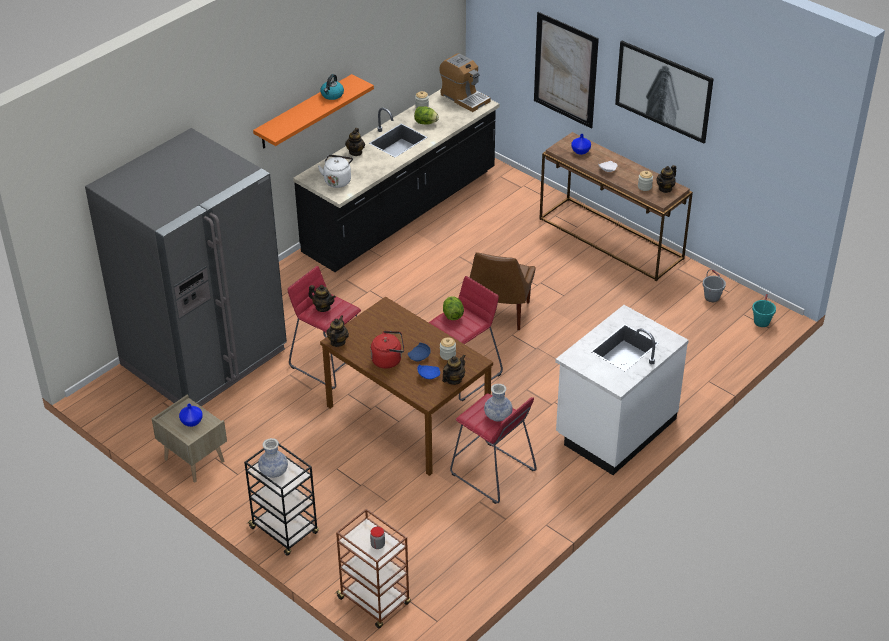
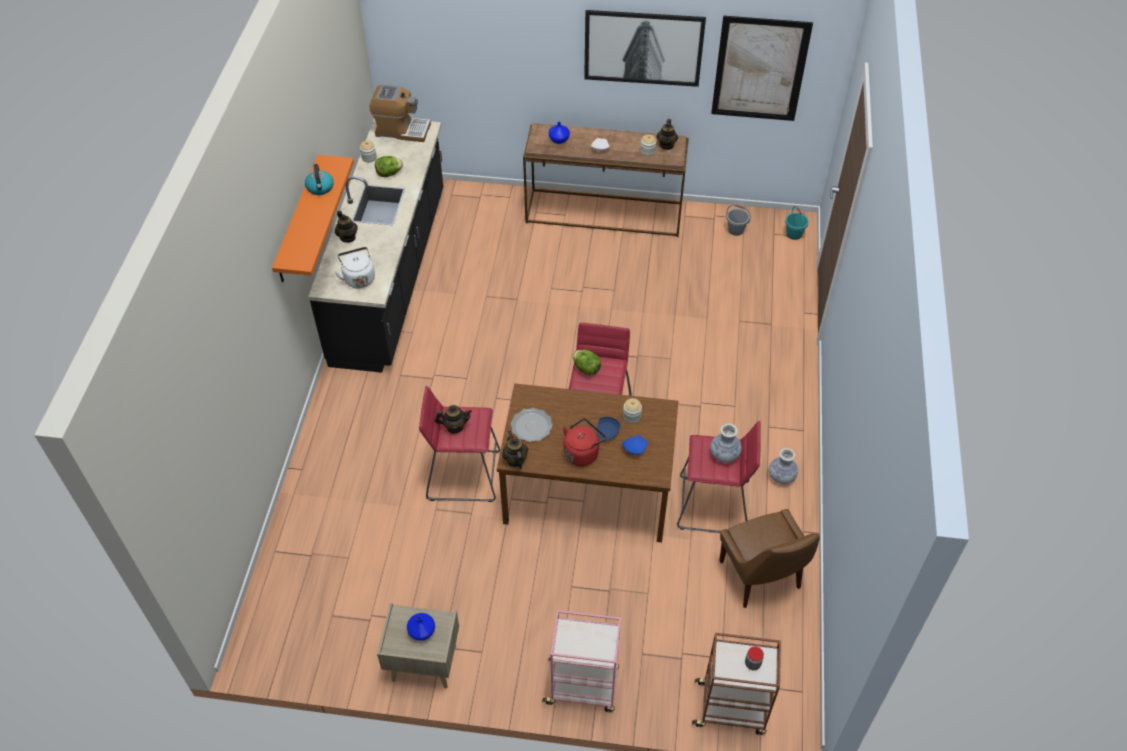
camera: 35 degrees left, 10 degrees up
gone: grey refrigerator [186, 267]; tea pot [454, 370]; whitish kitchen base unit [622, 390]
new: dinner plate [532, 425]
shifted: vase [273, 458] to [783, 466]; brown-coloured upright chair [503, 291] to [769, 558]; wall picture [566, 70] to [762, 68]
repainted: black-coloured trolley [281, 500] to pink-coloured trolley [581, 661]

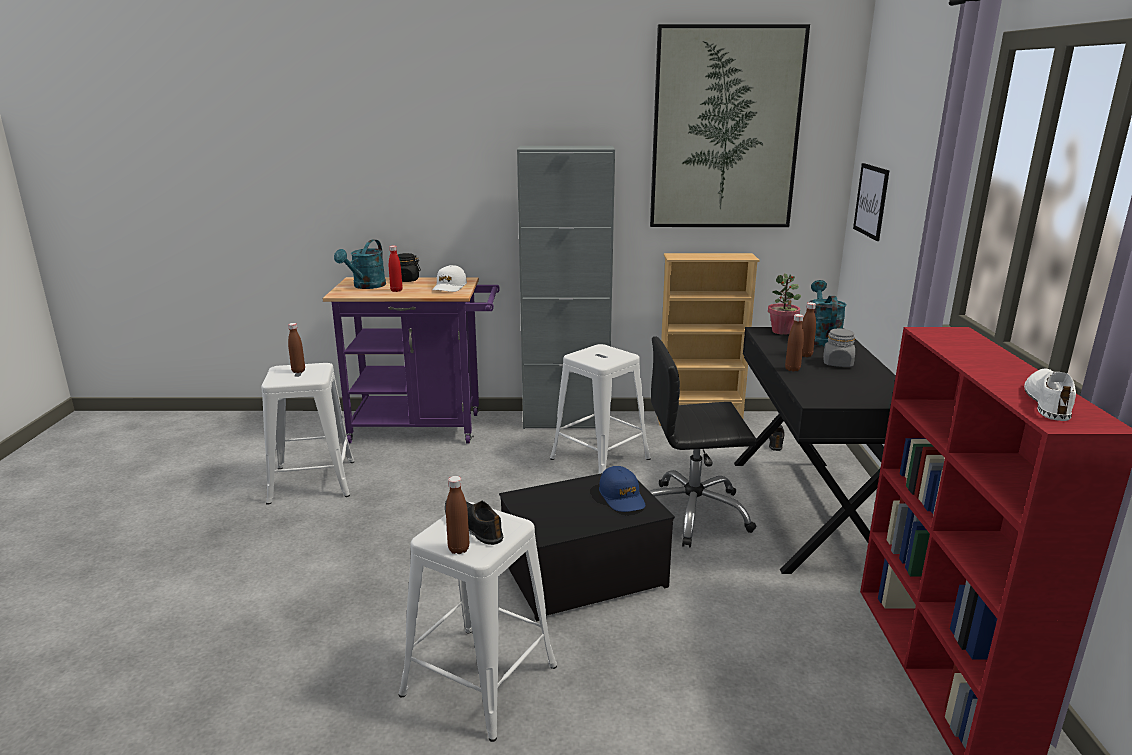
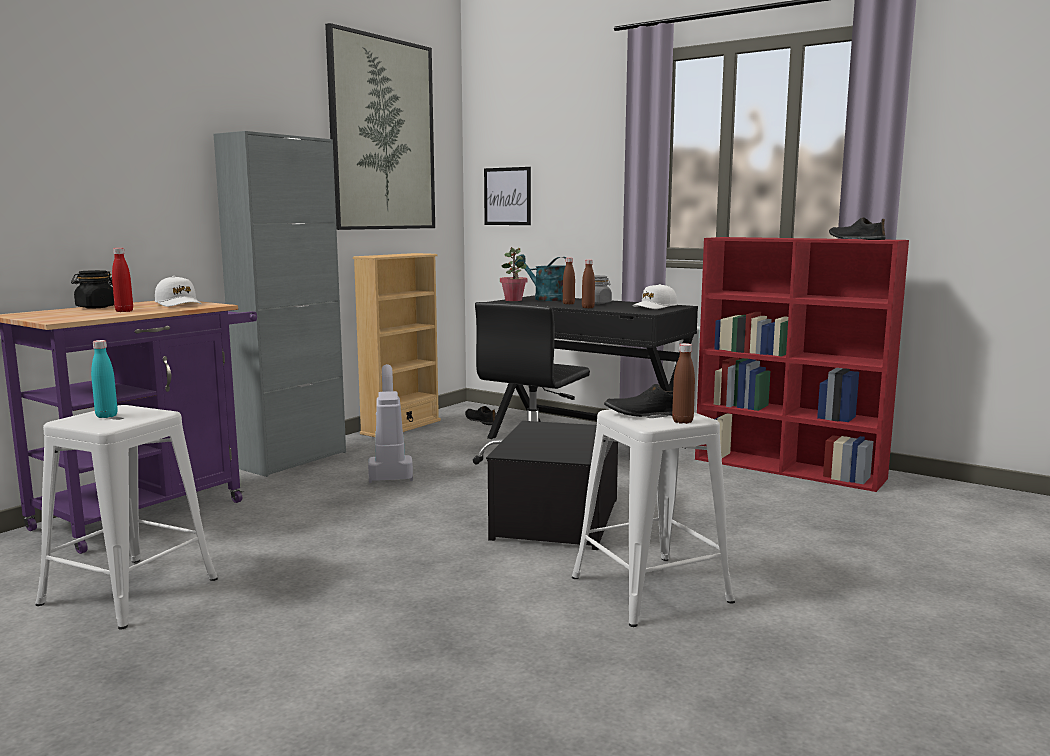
camera: 55 degrees left, 10 degrees down
gone: turquoise sprinkling can [360, 264]; blue-coloured cap [622, 489]
new: whitish cap [655, 296]
swapped: whitish stool [600, 409] to vacuum cleaner [390, 423]
repainted: brown-coloured drink bottle [296, 348] to turquoise drink bottle [104, 379]; whitish shoe [1050, 395] to black-coloured shoe [857, 228]

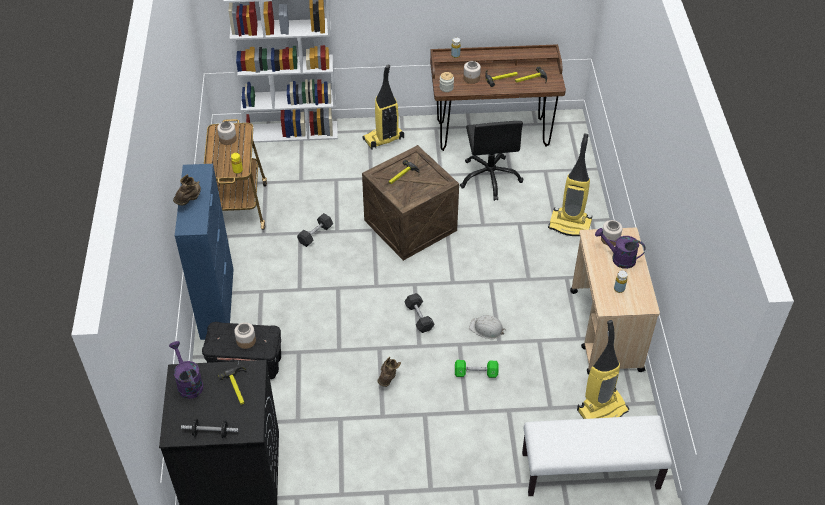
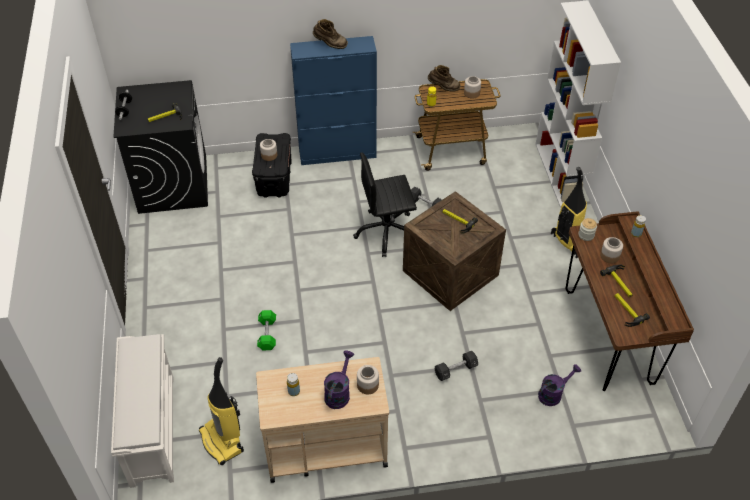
camera: 85 degrees right, 0 degrees up
gone: whitish safety helmet [487, 327]; vacuum cleaner [570, 185]
shifted: purple sprinkling can [186, 370] to [559, 385]; brown-coloured tall boot [389, 372] to [444, 78]; black-coloured dumbbell [419, 313] to [456, 366]; black-coloured desk chair [491, 161] to [385, 204]
swapped: whitish long seat [597, 456] to whitish shoe shelf [142, 411]

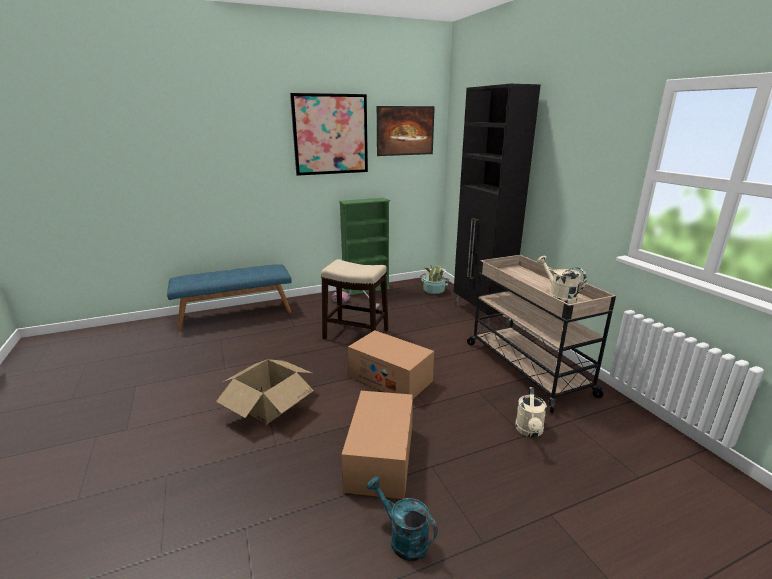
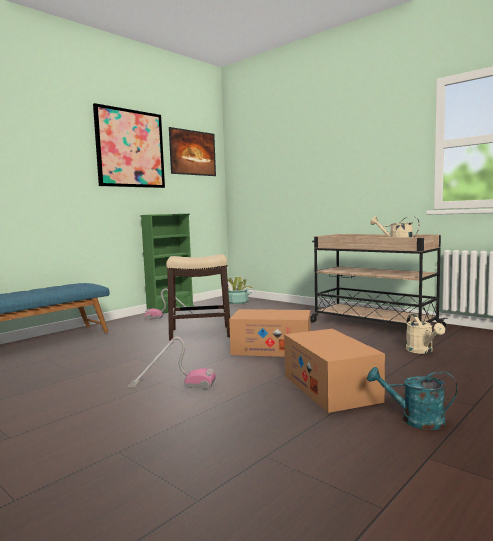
camera: 25 degrees left, 15 degrees down
gone: black-coloured storage cabinet [497, 205]
swapped: cardboard box [265, 391] to vacuum cleaner [172, 363]

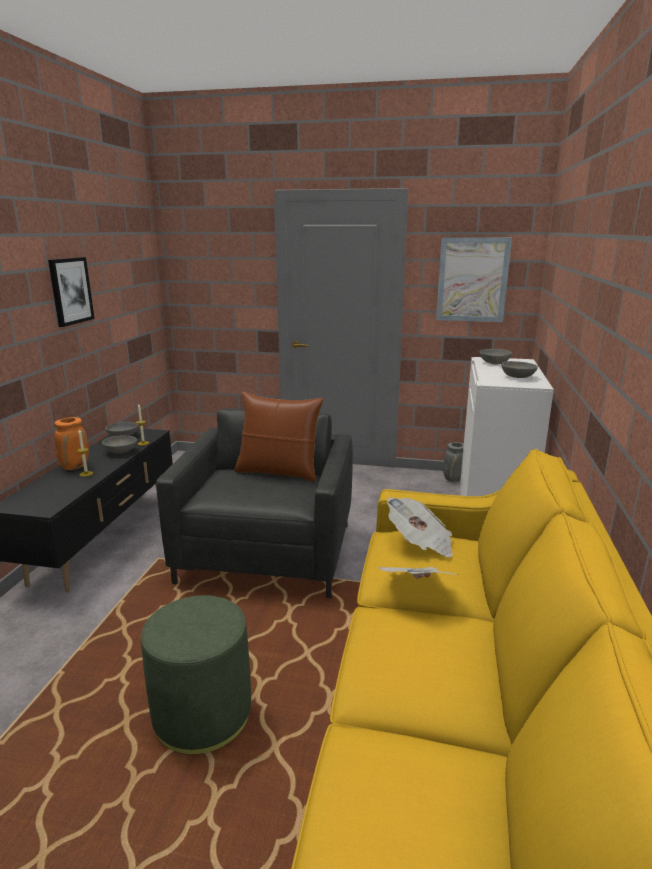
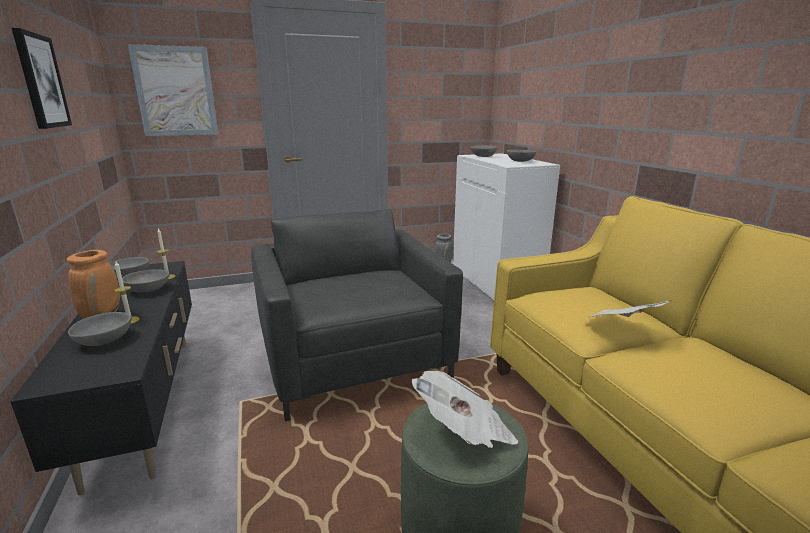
camera: 30 degrees left, 0 degrees up
gone: brown-coloured cushion [278, 437]
new: grey bowl [99, 329]
shifted: newspaper [419, 527] to [464, 409]; wall picture [474, 279] to [173, 90]

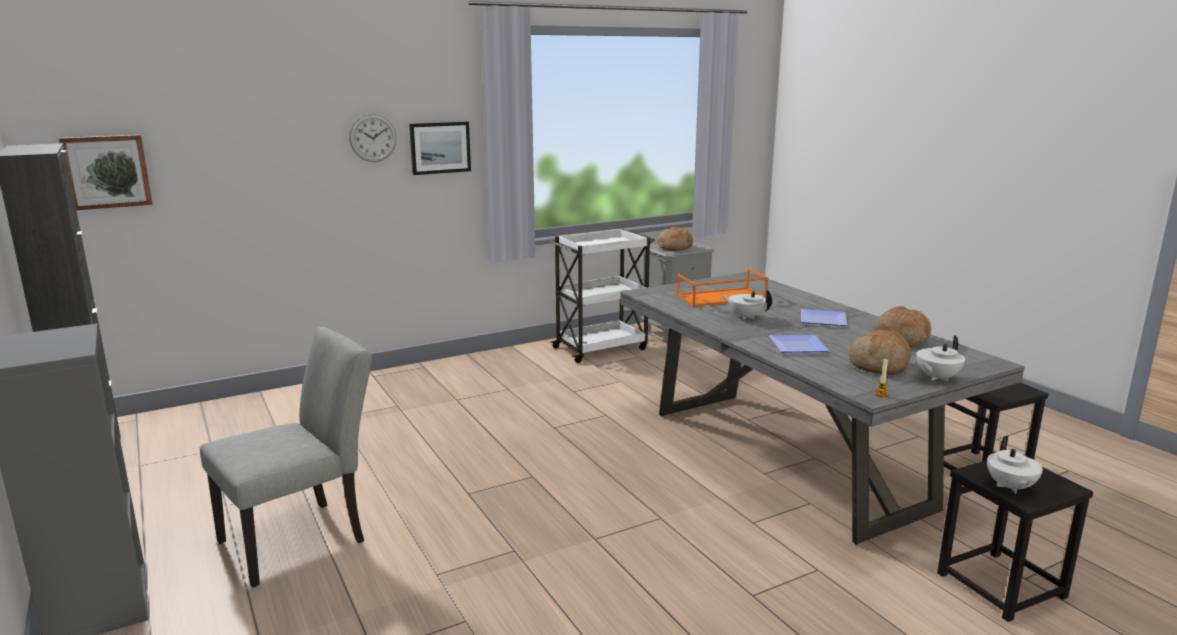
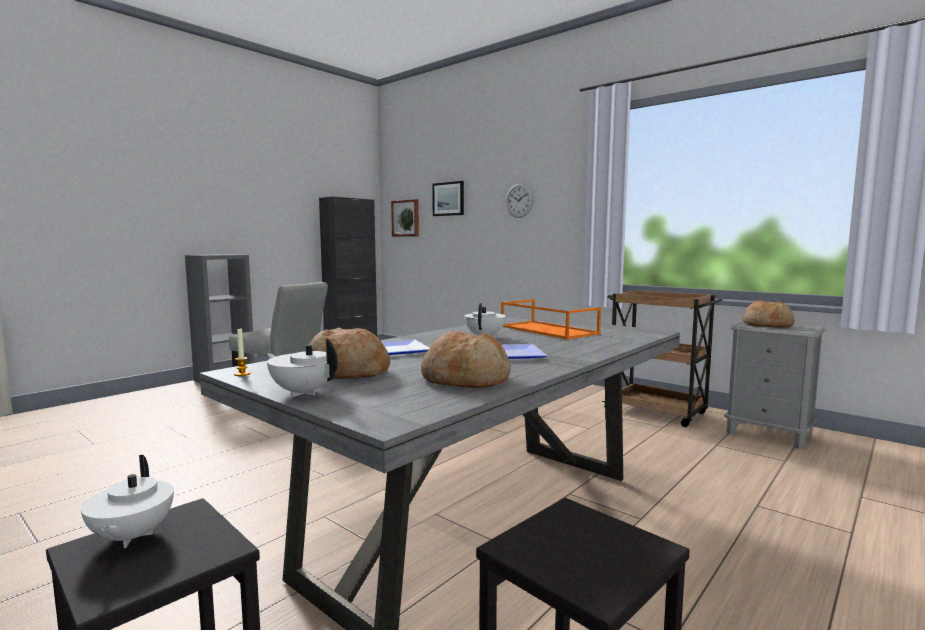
camera: 70 degrees right, 10 degrees down
shifted: wall picture [440, 148] to [448, 198]
repainted: whitish trolley [602, 296] to brown-coloured trolley [662, 358]
rotated: whitish tea pot [1015, 465] = [127, 501] 90 degrees counterclockwise

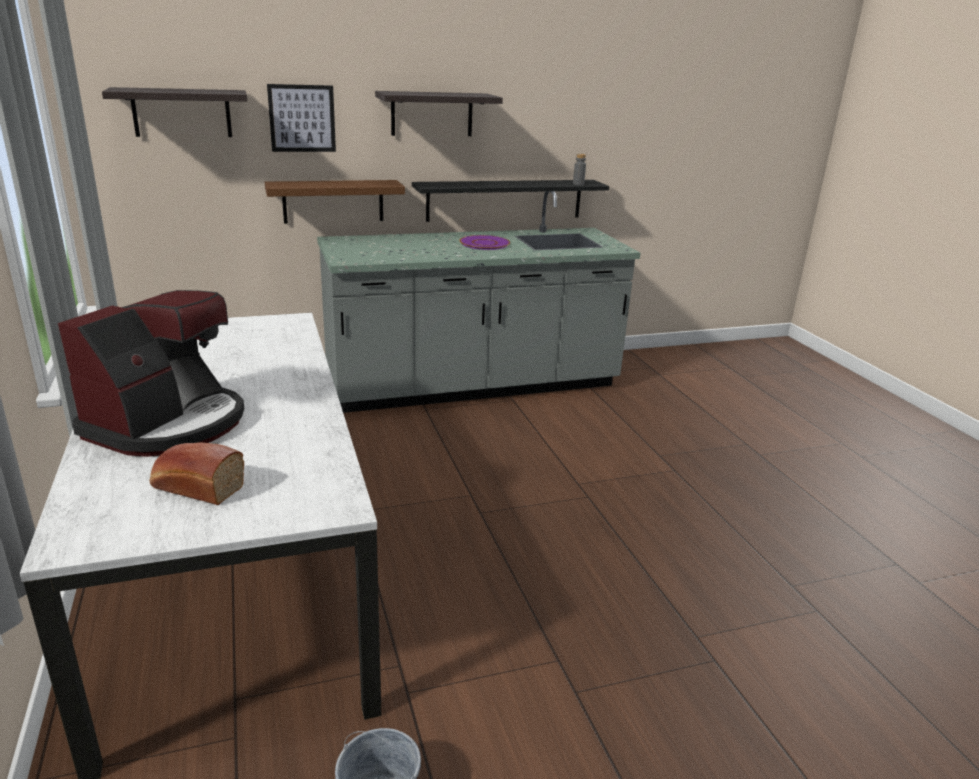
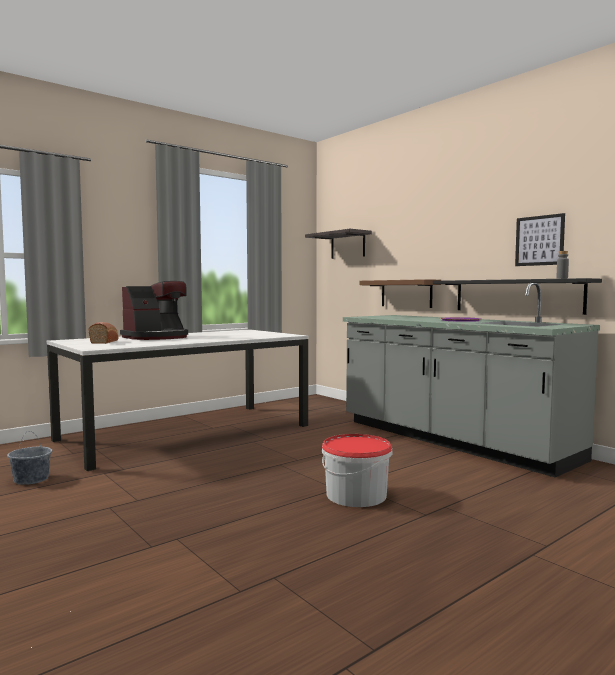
camera: 70 degrees right, 20 degrees down
gone: shelf [439, 113]
new: bucket [357, 470]
shifted: wall picture [301, 118] to [540, 239]
rotated: coffee brewer [151, 373] = [154, 310] 45 degrees counterclockwise

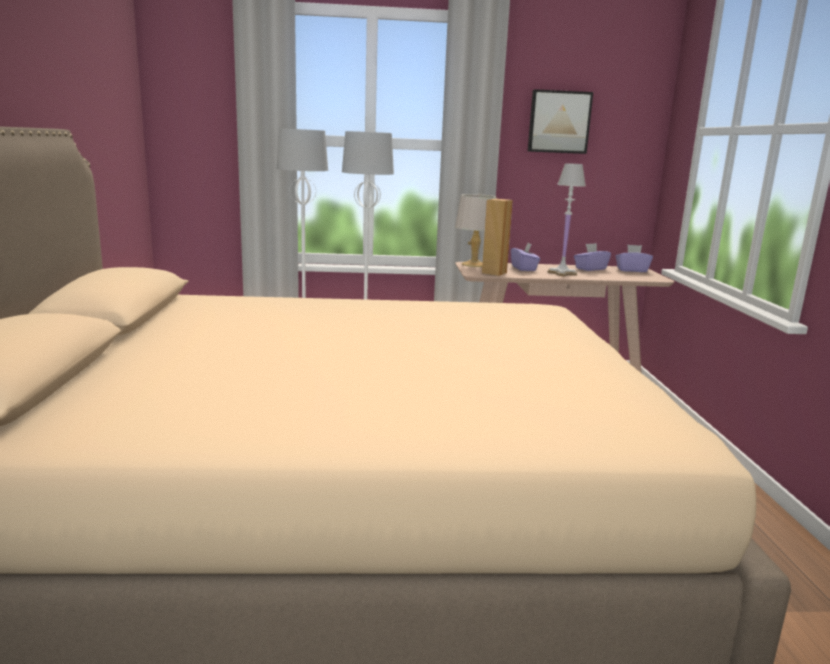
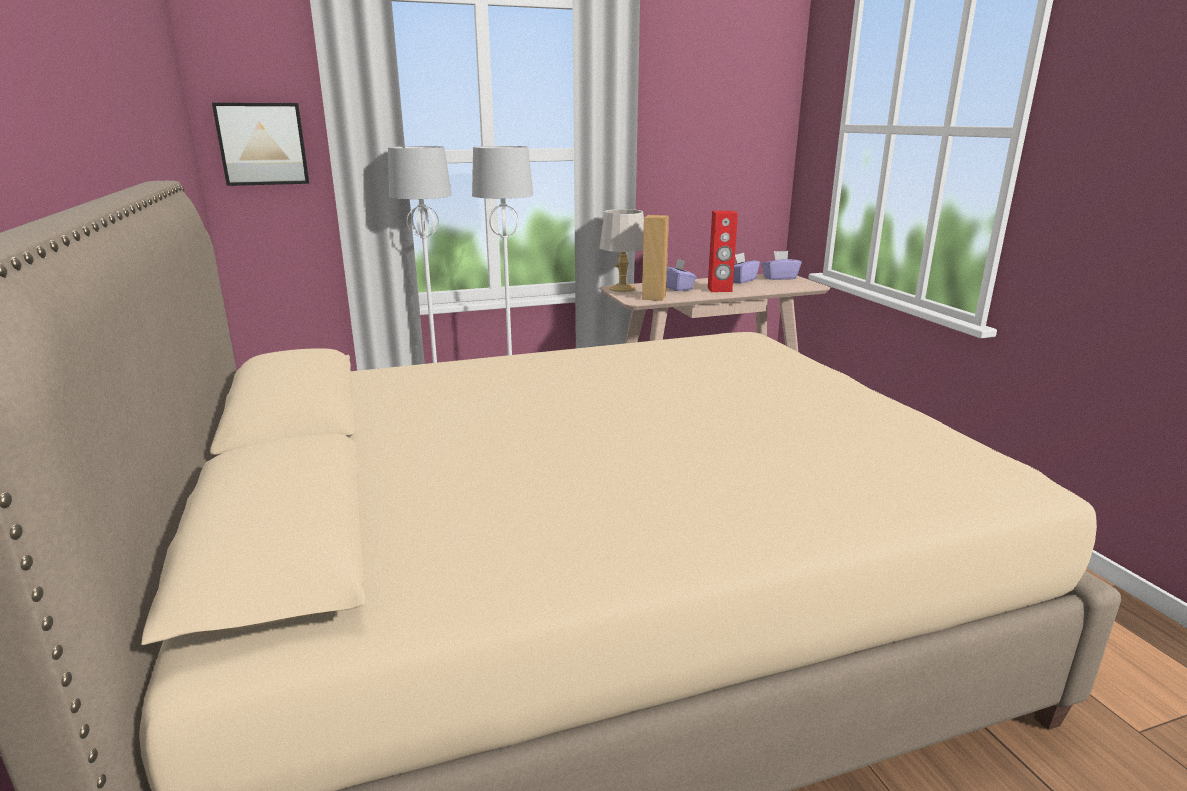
camera: 15 degrees left, 5 degrees up
shifted: wall picture [560, 121] to [260, 144]
swapped: whitish lamp for a table [566, 219] to red audio speaker [723, 251]

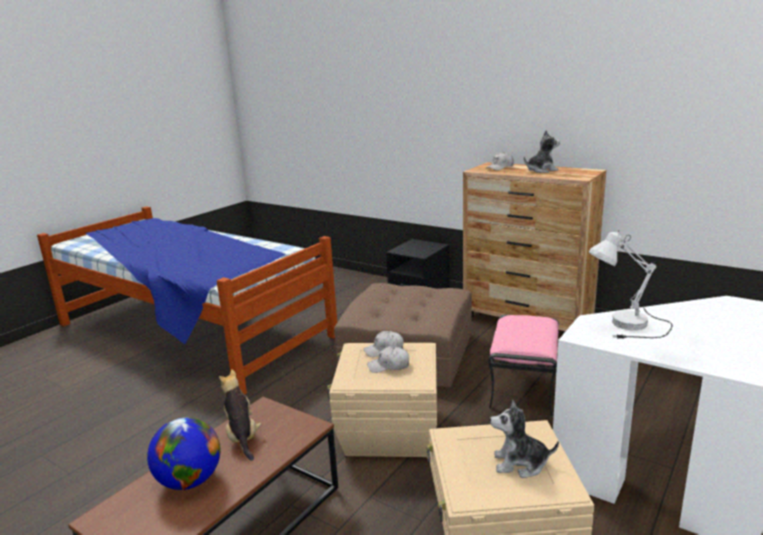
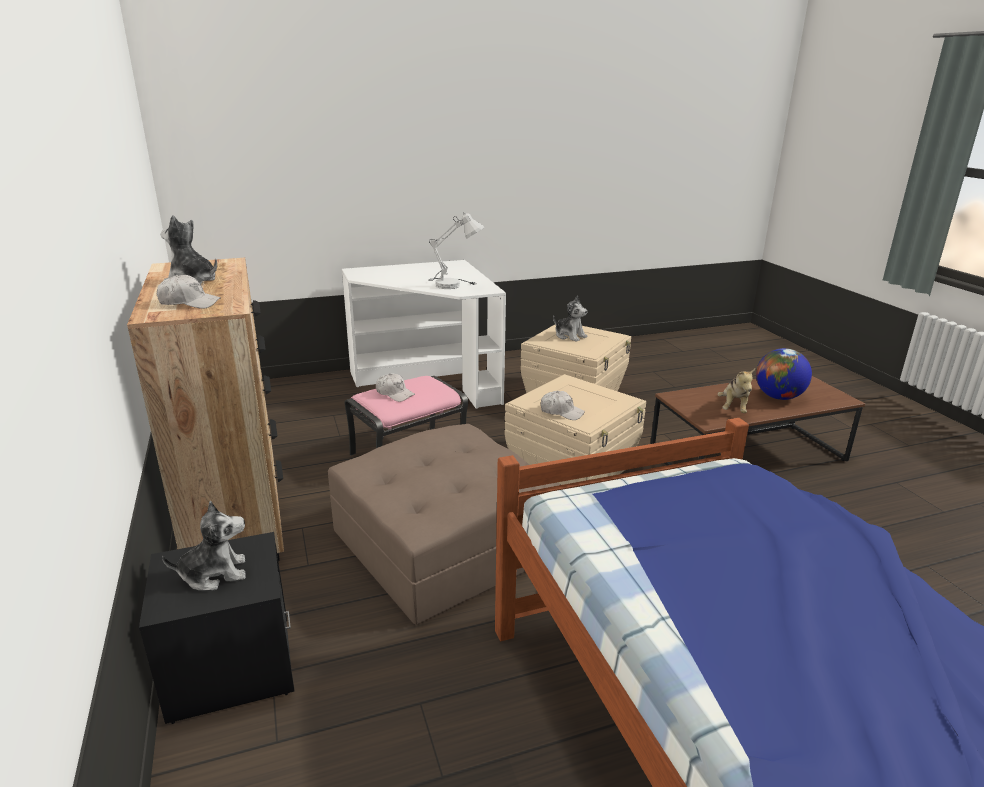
camera: 145 degrees left, 5 degrees up
new: plush toy [204, 546]
shifted: whitish cap [388, 359] to [395, 387]

